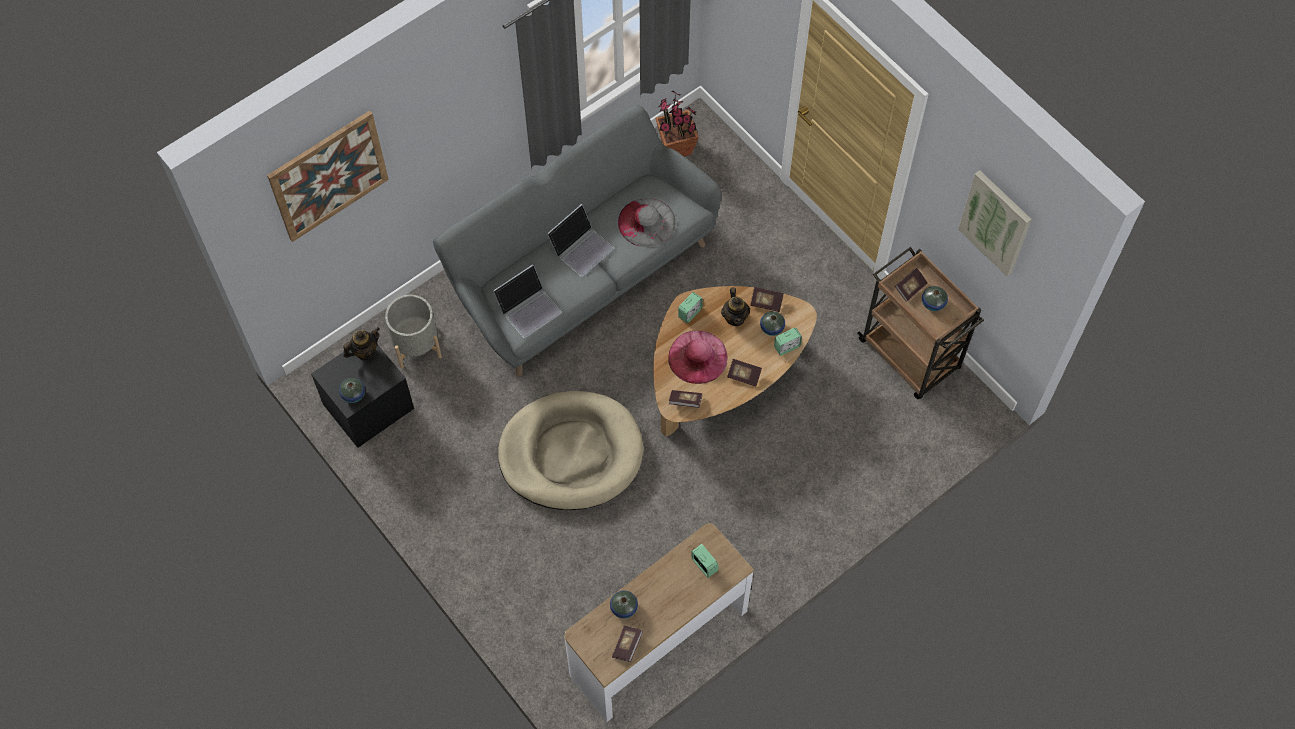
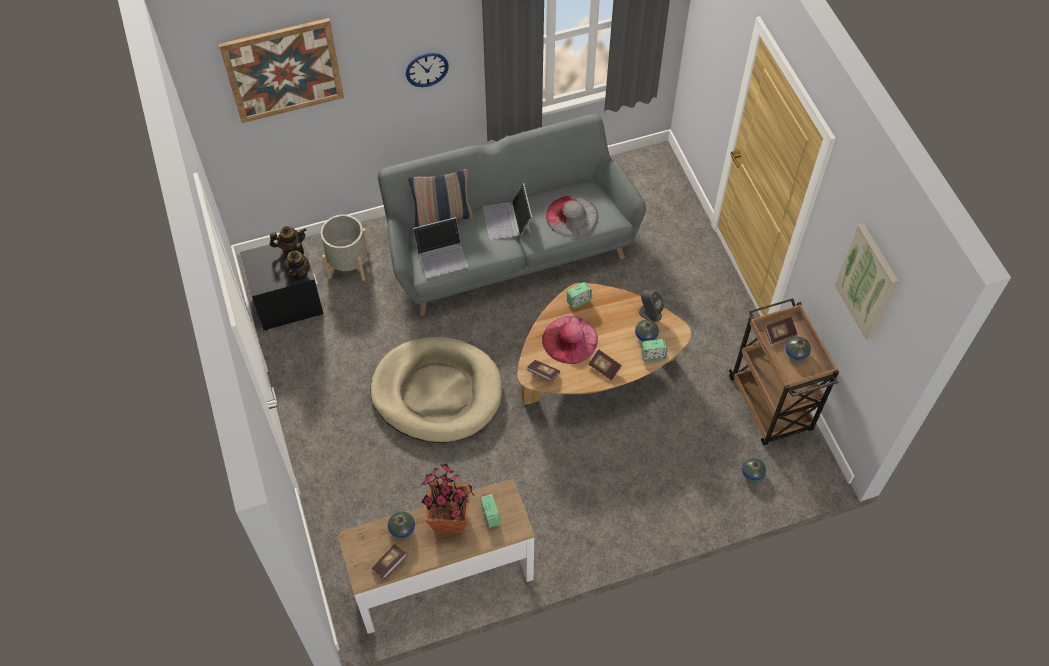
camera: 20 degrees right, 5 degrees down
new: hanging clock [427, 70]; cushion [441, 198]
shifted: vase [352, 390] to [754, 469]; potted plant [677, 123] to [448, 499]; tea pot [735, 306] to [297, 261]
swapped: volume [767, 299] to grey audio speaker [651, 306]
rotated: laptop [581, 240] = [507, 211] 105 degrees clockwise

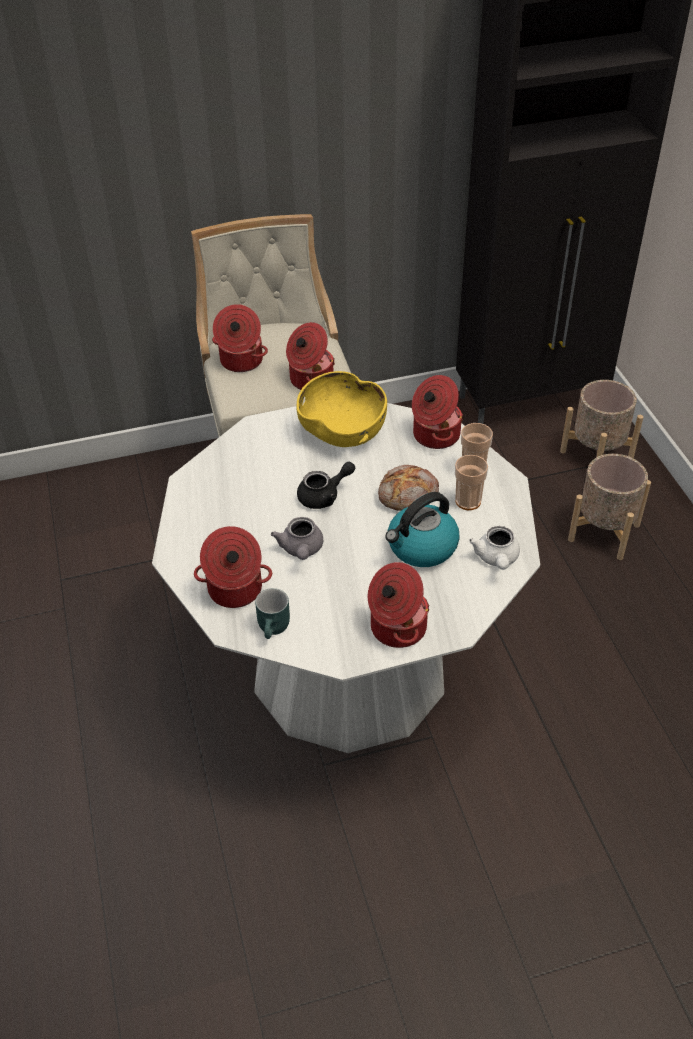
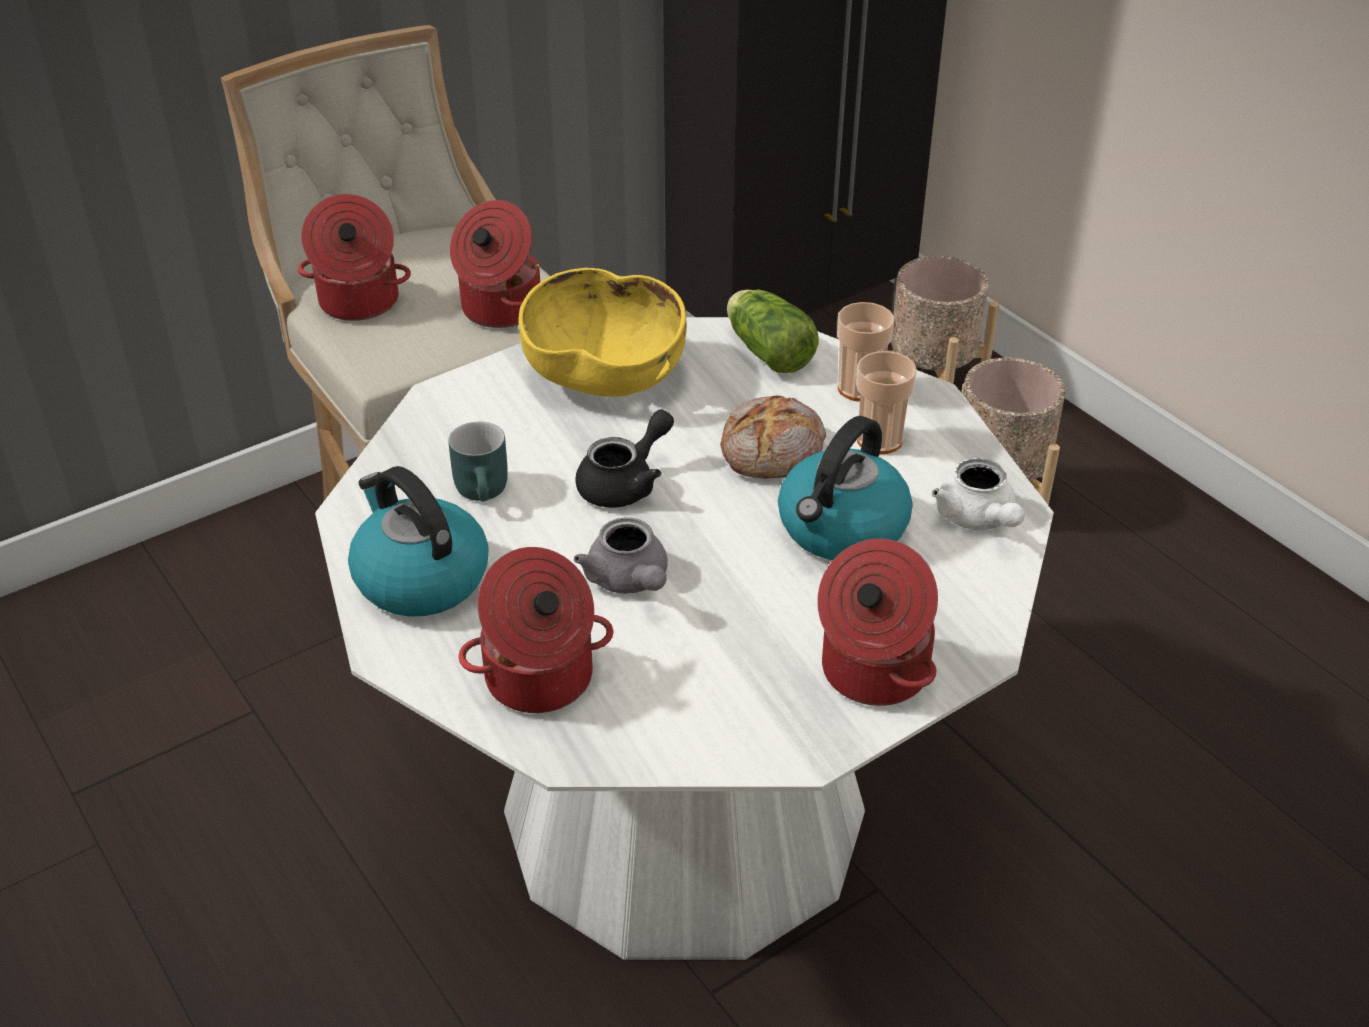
camera: 20 degrees left, 5 degrees down
new: kettle [418, 541]
shifted: turquoise tea mug [272, 613] to [478, 461]
swapped: stockpot [437, 412] to lettuce [772, 331]

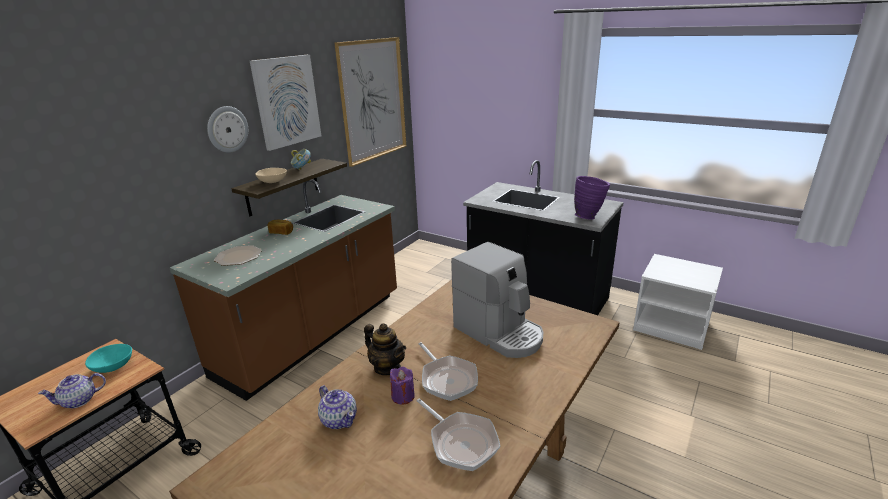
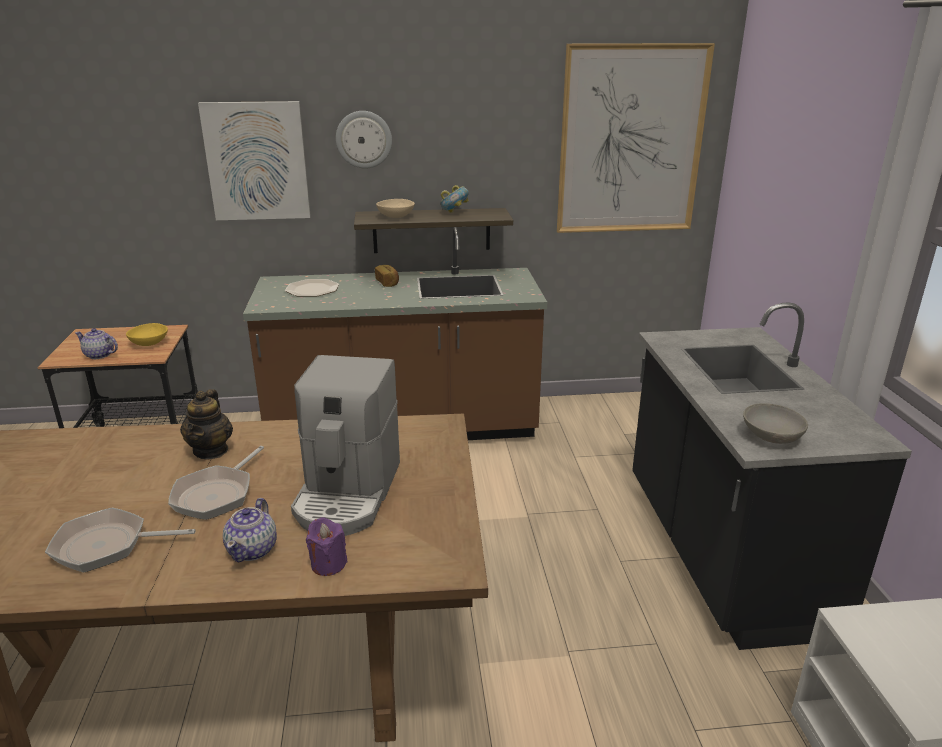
camera: 50 degrees right, 0 degrees up
shifted: wall picture [285, 103] to [254, 160]; tea pot [337, 407] to [250, 530]; purple wax light [402, 386] to [327, 546]
swapped: purple vase [592, 197] to grey bowl [775, 423]
repainted: turquoise bowl [108, 358] to yellowish bowl [147, 334]
rotated: frying pan [459, 434] = [120, 540] 75 degrees clockwise

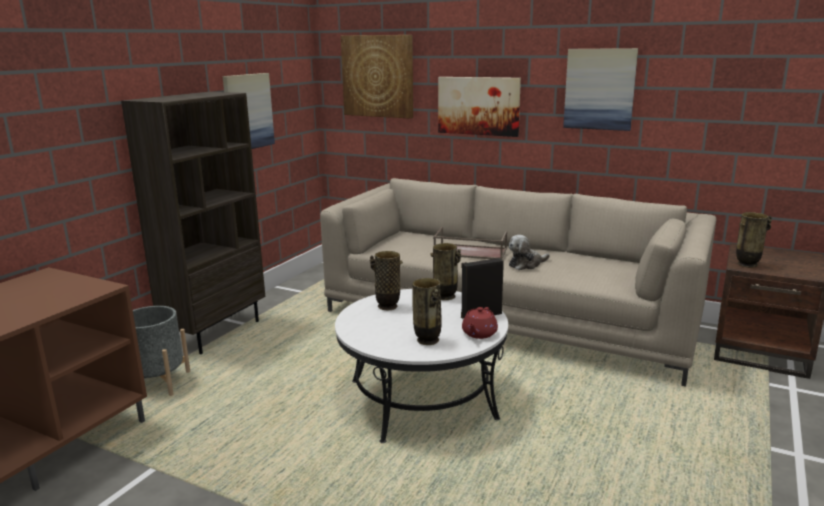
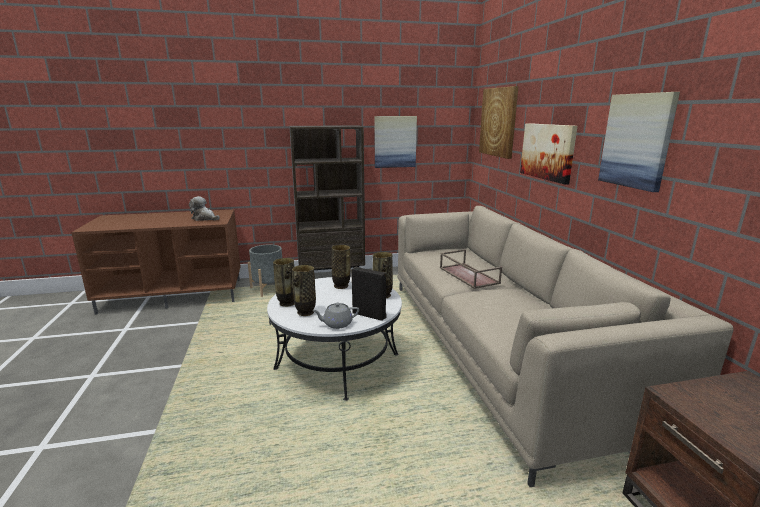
camera: 50 degrees right, 0 degrees up
shifted: plush toy [529, 252] to [204, 208]; vase [754, 240] to [284, 282]
repainted: red tea pot [480, 323] to grey tea pot [336, 315]

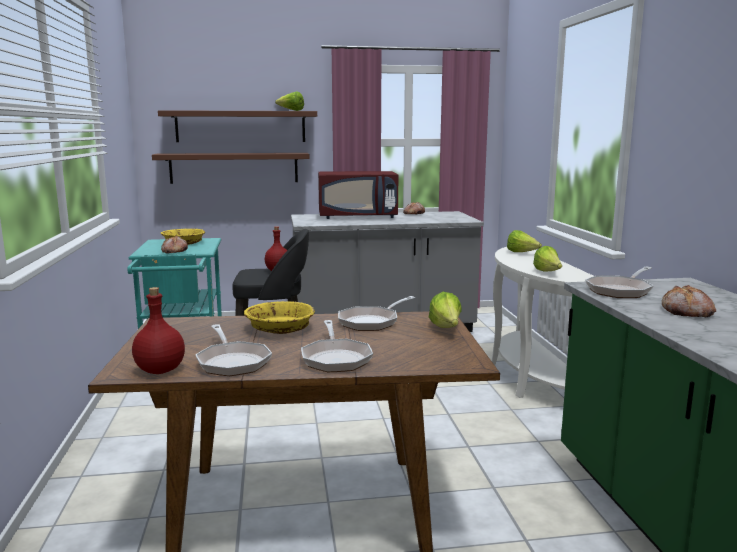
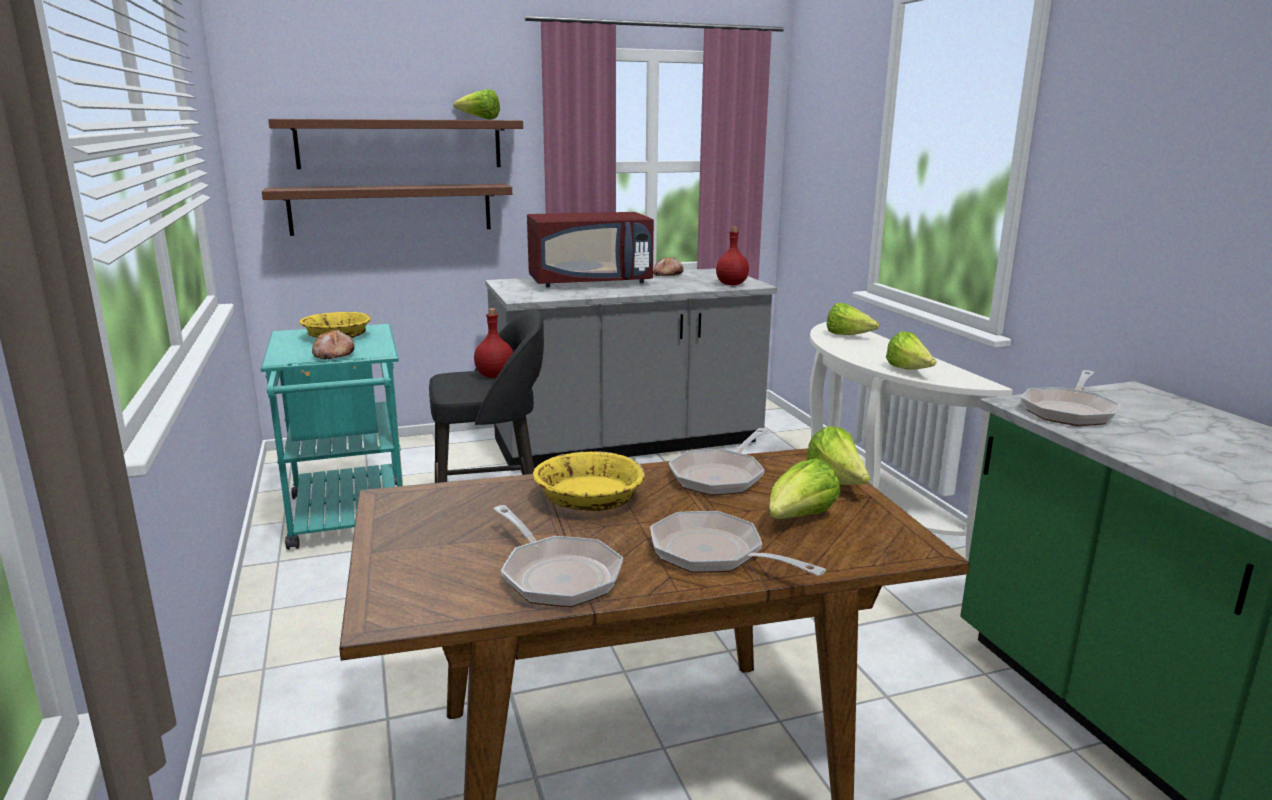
camera: 10 degrees left, 5 degrees up
gone: baked bread [689, 301]
new: lettuce [804, 488]
shifted: red drink bottle [158, 330] to [732, 256]
rotated: frying pan [337, 346] = [738, 543] 150 degrees clockwise

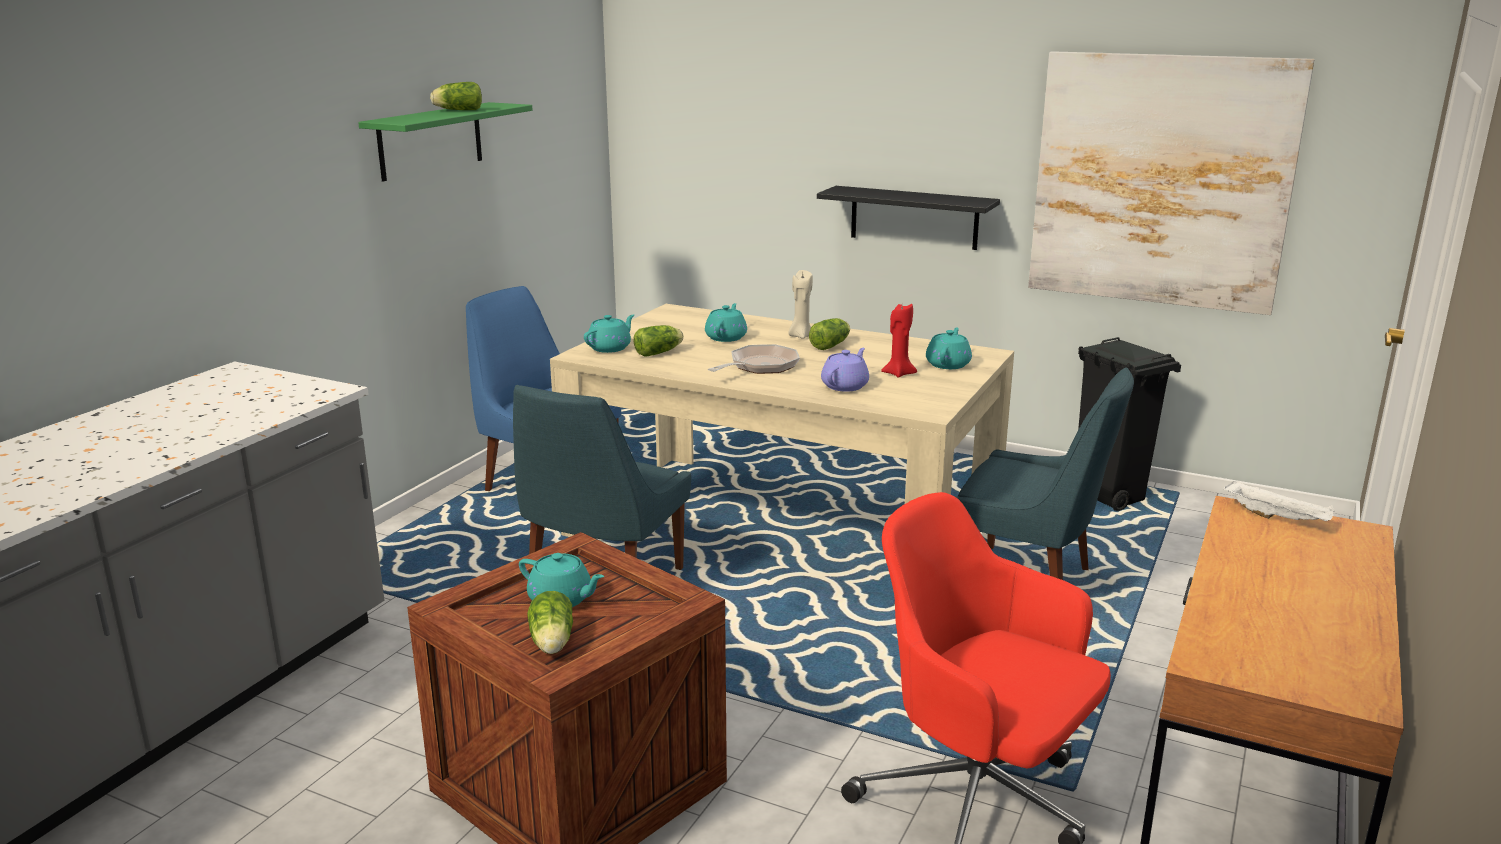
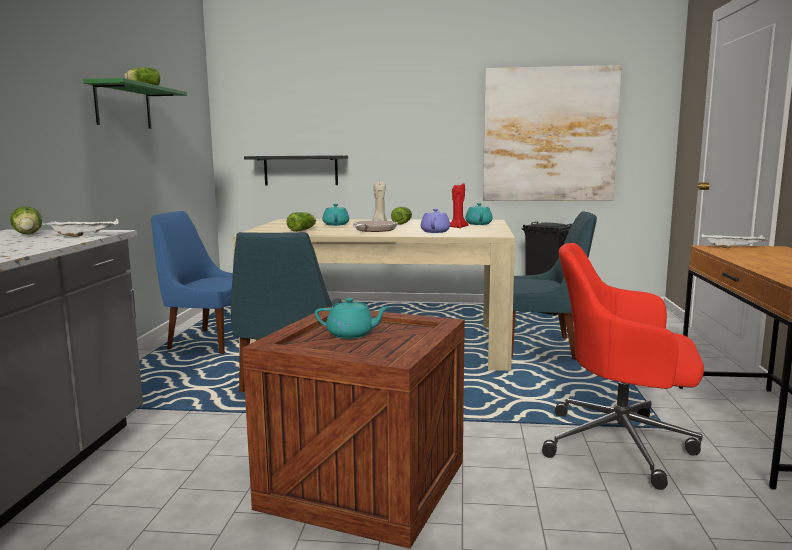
camera: 20 degrees left, 10 degrees down
gone: turquoise tea pot [609, 333]
new: whitish carrying tray [80, 228]
shifted: lettuce [550, 622] to [26, 220]; black-coloured shelf [908, 218] to [296, 170]

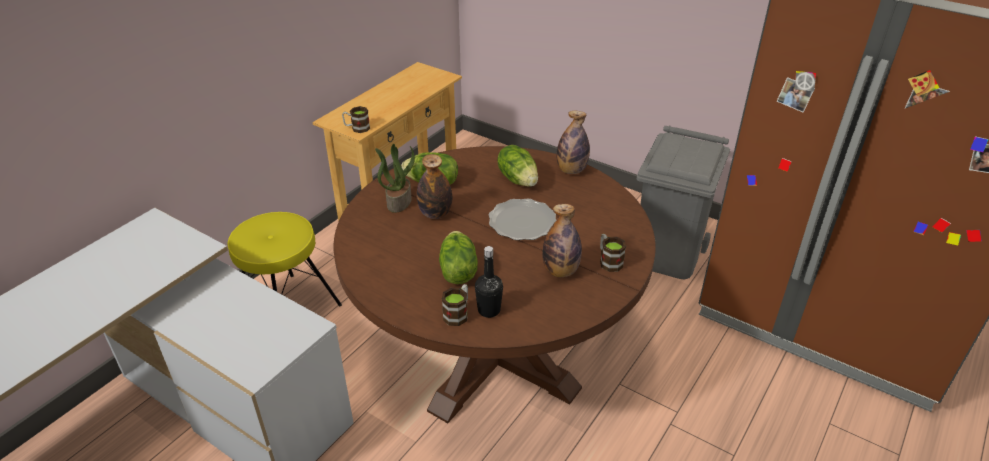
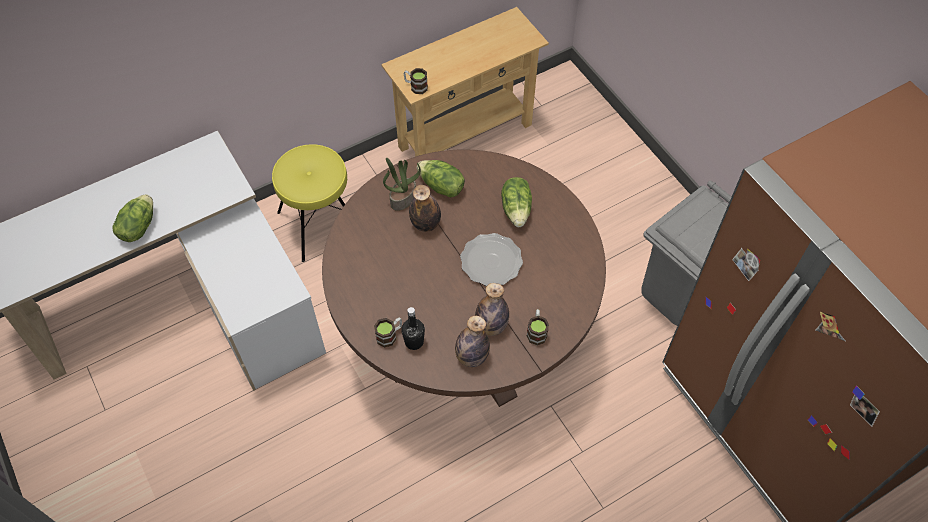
camera: 25 degrees right, 20 degrees up
shifted: lettuce [458, 257] to [132, 218]; drink bottle [573, 142] to [472, 341]

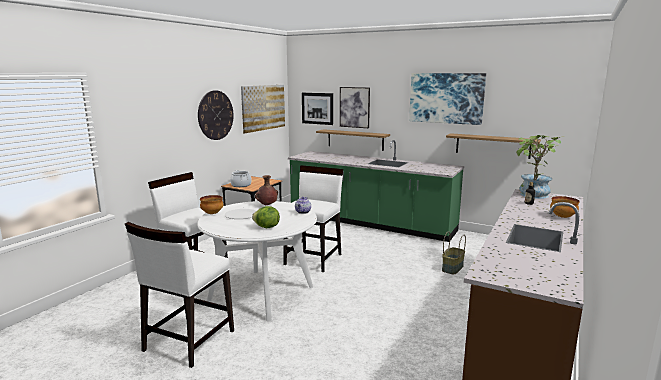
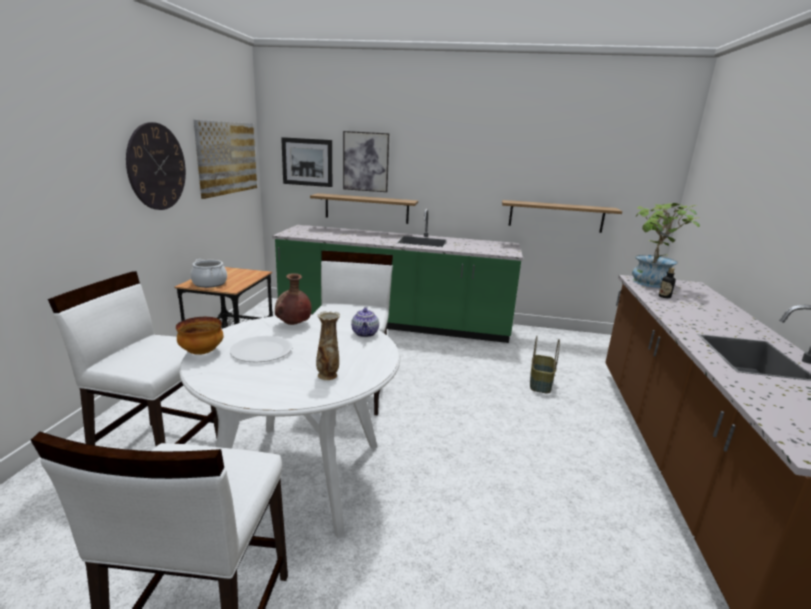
camera: 20 degrees left, 5 degrees up
gone: wall picture [447, 99]; bowl [565, 207]
swapped: lettuce [266, 217] to vase [328, 345]

